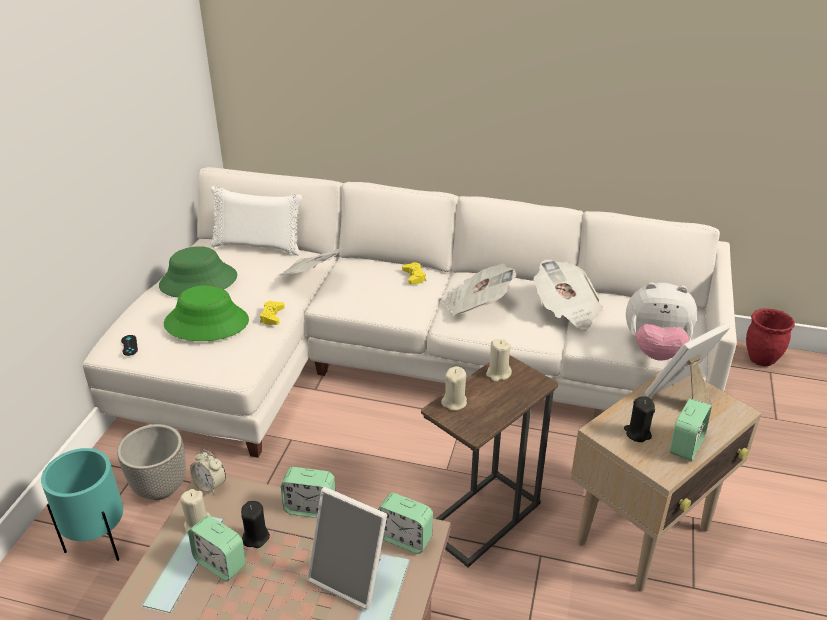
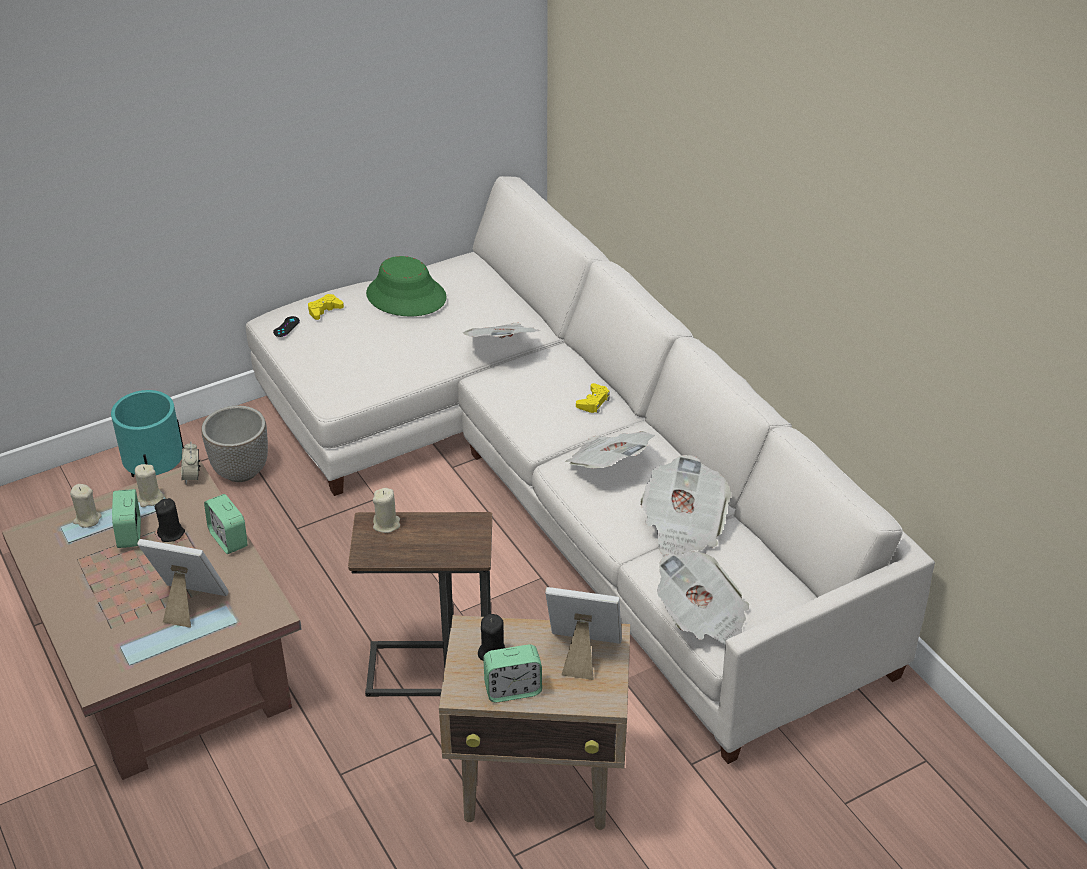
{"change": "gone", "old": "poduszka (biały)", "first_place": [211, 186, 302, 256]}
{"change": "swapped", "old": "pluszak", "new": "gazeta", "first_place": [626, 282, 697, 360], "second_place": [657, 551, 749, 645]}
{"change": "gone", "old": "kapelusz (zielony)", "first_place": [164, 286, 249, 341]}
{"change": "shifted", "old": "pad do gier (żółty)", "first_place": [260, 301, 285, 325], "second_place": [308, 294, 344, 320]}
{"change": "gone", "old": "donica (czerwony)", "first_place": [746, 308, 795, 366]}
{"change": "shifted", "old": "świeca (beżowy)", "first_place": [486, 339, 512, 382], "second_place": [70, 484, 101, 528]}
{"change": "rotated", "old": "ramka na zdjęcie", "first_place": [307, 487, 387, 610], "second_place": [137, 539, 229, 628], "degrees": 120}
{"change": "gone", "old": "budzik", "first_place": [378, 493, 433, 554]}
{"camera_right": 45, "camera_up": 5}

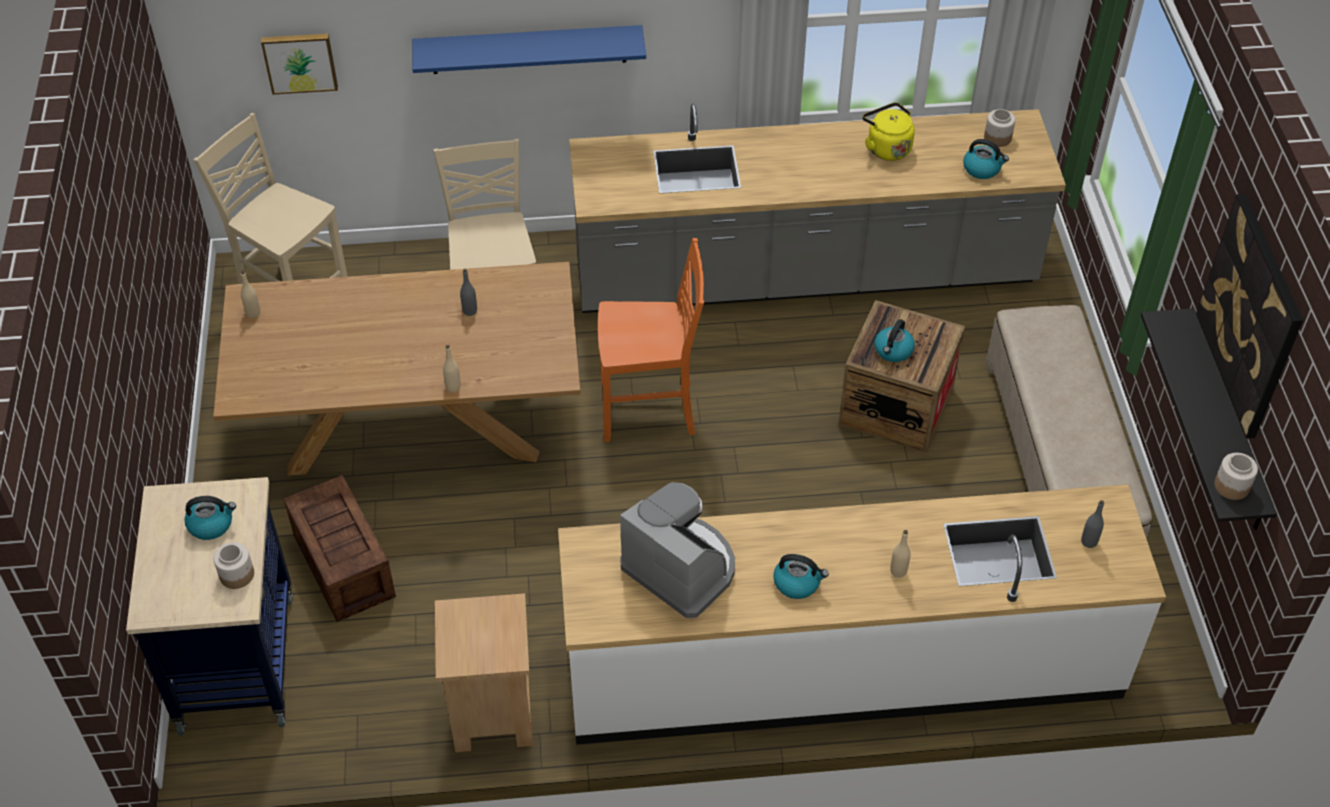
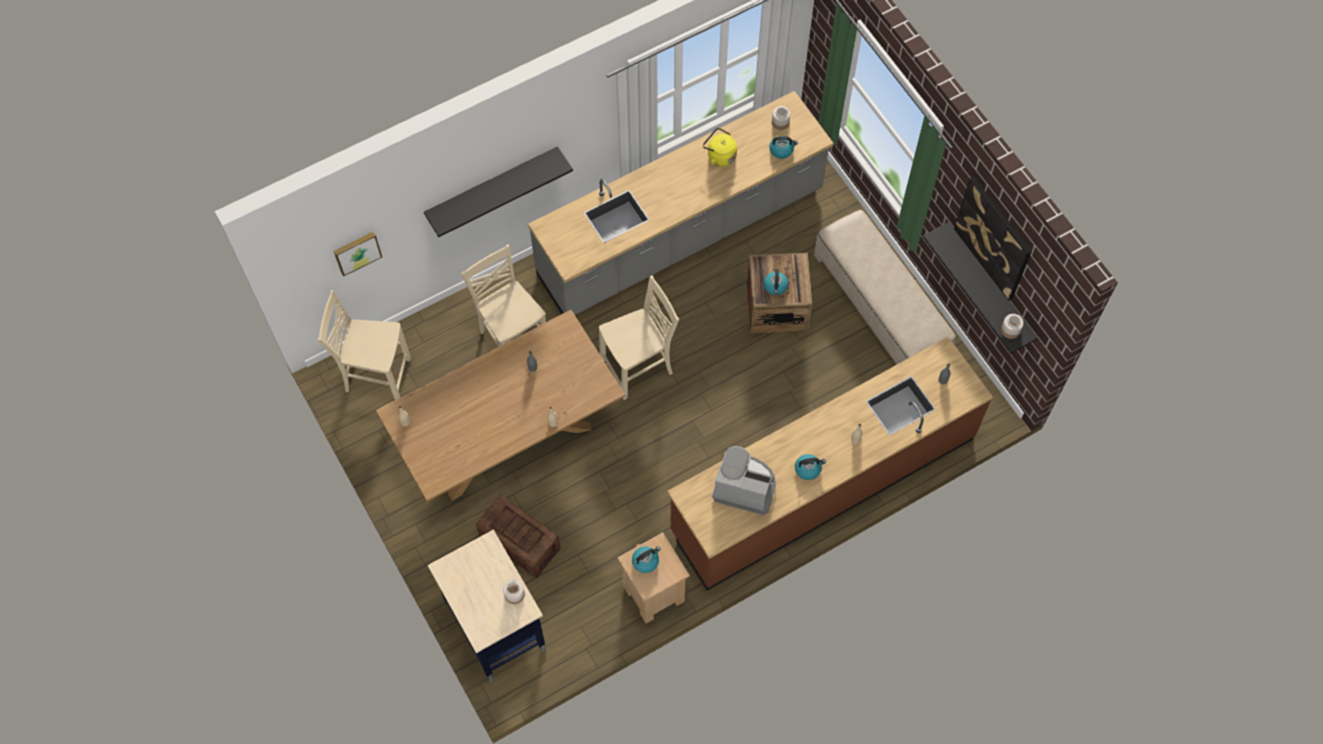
{"change": "repainted", "old": "półka (niebieski)", "new": "półka (czarny)", "first_place": [412, 25, 646, 74], "second_place": [424, 146, 573, 237]}
{"change": "repainted", "old": "krzesło (pomarańczowy)", "new": "krzesło (beżowy)", "first_place": [598, 238, 704, 442], "second_place": [599, 276, 679, 400]}
{"change": "repainted", "old": "zabudowa kuchenna (biały)", "new": "zabudowa kuchenna (brązowy)", "first_place": [558, 484, 1166, 745], "second_place": [667, 337, 993, 591]}
{"change": "shifted", "old": "czajnik", "first_place": [184, 496, 236, 540], "second_place": [632, 546, 661, 573]}
{"camera_right": -25, "camera_up": 15}

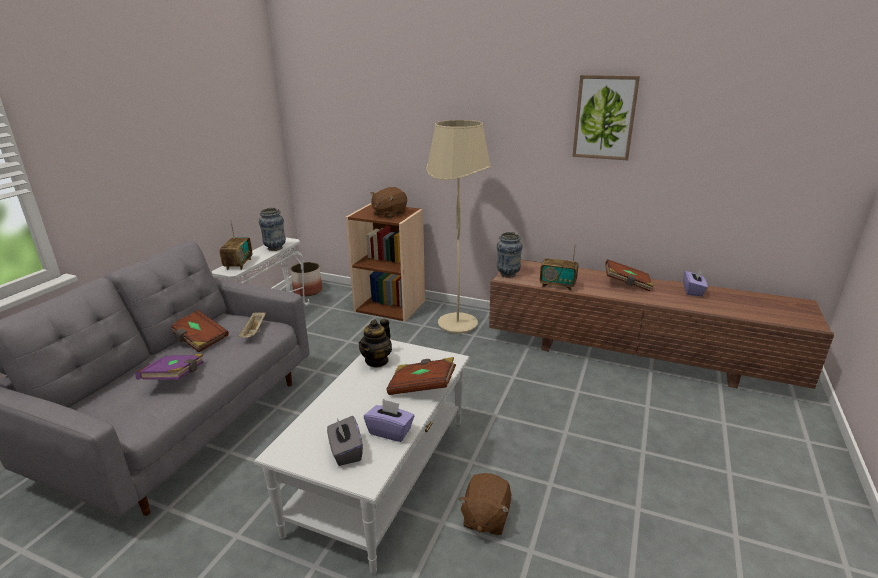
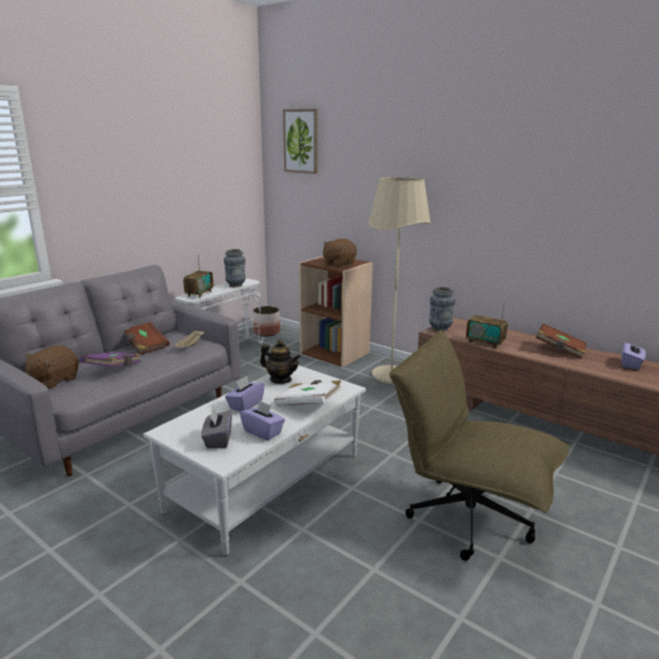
{"change": "shifted", "old": "obraz", "first_place": [572, 75, 640, 160], "second_place": [283, 109, 318, 174]}
{"change": "rotated", "old": "imbryk", "first_place": [359, 319, 392, 367], "second_place": [260, 340, 301, 384], "degrees": -105}
{"change": "repainted", "old": "książka (brązowy)", "new": "książka (biały)", "first_place": [386, 357, 456, 395], "second_place": [274, 380, 342, 406]}
{"change": "shifted", "old": "pluszak (brązowy)", "first_place": [458, 473, 511, 535], "second_place": [25, 345, 79, 389]}
{"change": "new", "new": "krzesło biurowe (beżowy)", "second_place": [389, 330, 569, 561]}
{"change": "new", "new": "pudełko chusteczek (fioletowy)", "second_place": [225, 376, 265, 411]}
{"camera_right": 15, "camera_up": -5}

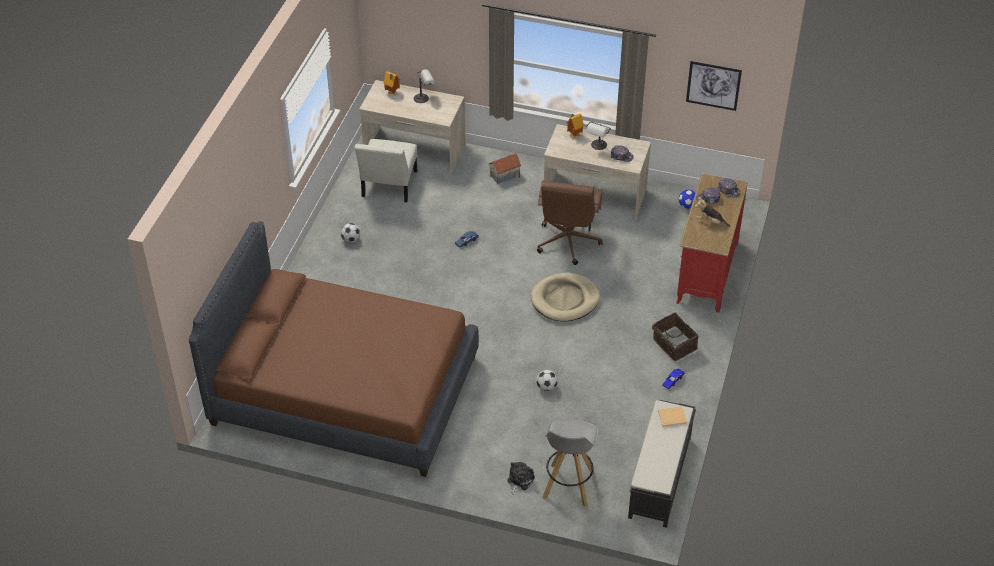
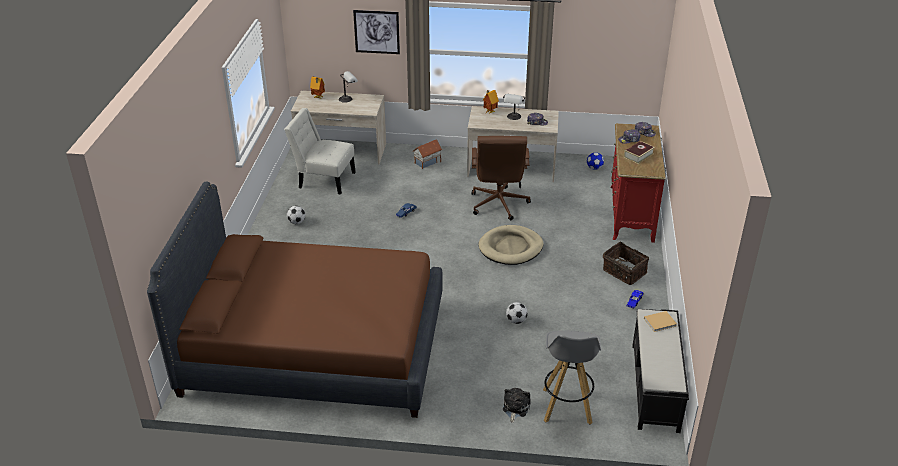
{"change": "shifted", "old": "obraz", "first_place": [686, 61, 742, 111], "second_place": [353, 10, 400, 54]}
{"change": "rotated", "old": "krzesło (biały)", "first_place": [355, 139, 418, 202], "second_place": [284, 108, 356, 195], "degrees": 105}
{"change": "swapped", "old": "pluszak", "new": "książka", "first_place": [695, 197, 730, 227], "second_place": [624, 141, 655, 164]}
{"camera_right": -10, "camera_up": -10}

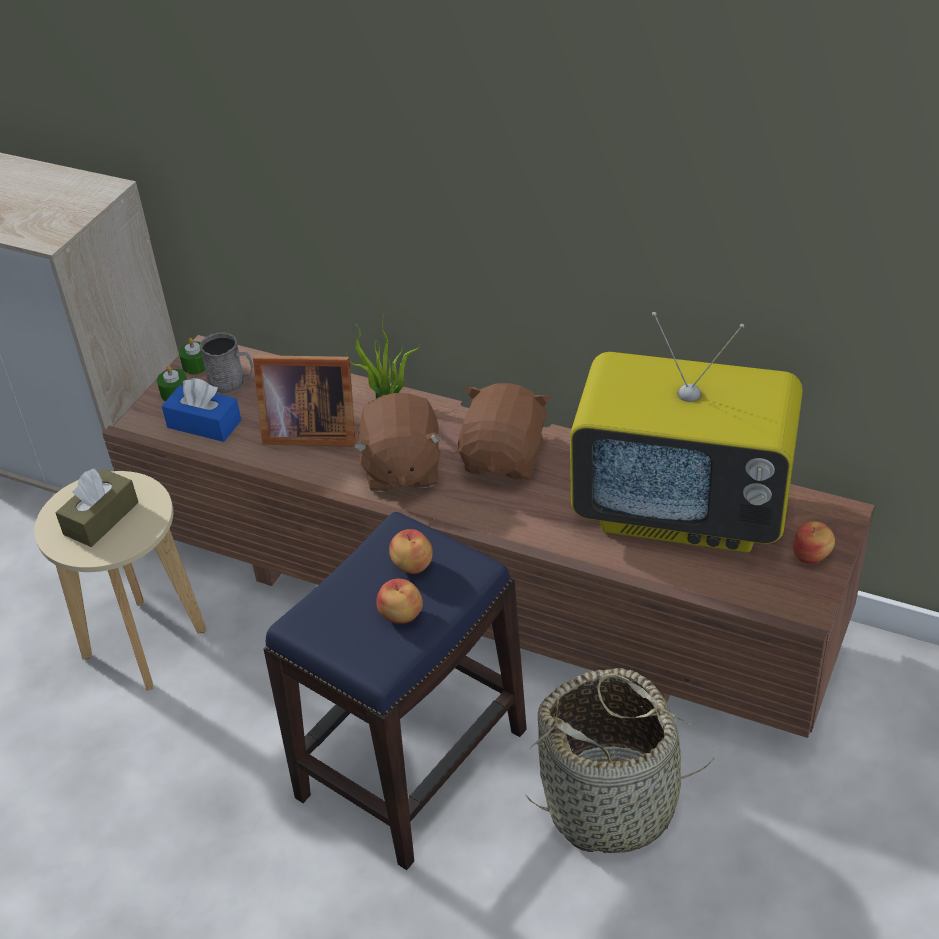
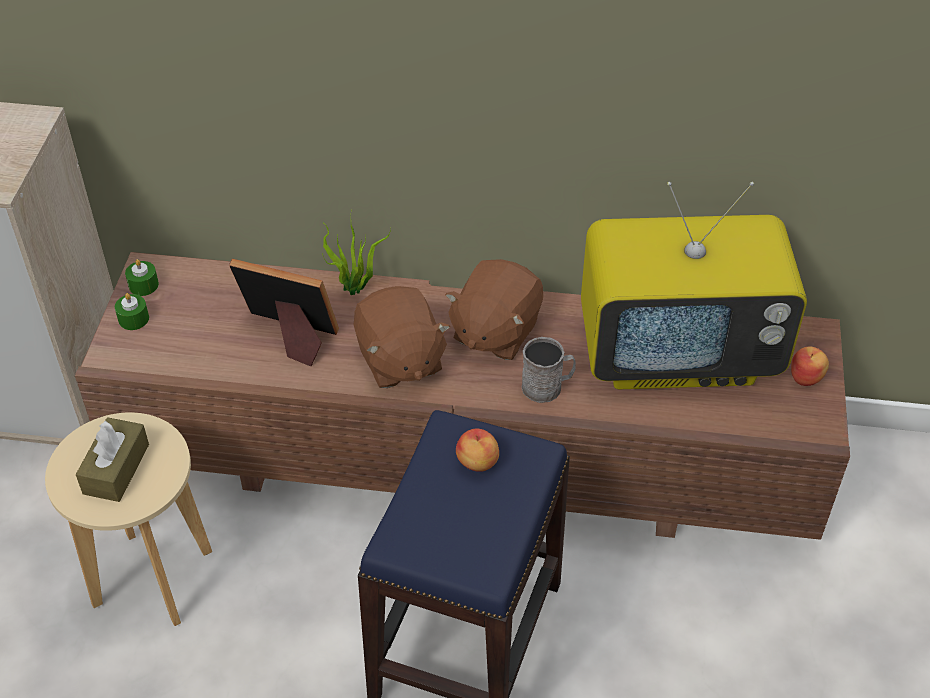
{"change": "shifted", "old": "kubek (szary)", "first_place": [200, 332, 253, 394], "second_place": [522, 337, 576, 403]}
{"change": "rotated", "old": "ramka na zdjęcie", "first_place": [253, 355, 356, 447], "second_place": [229, 259, 339, 366], "degrees": -150}
{"change": "gone", "old": "pudełko chusteczek (niebieski)", "first_place": [162, 378, 241, 442]}
{"change": "rotated", "old": "pluszak (brązowy)", "first_place": [458, 383, 551, 479], "second_place": [445, 259, 543, 360], "degrees": -150}
{"change": "gone", "old": "jabłko", "first_place": [376, 579, 423, 624]}
{"change": "gone", "old": "koszyk", "first_place": [525, 668, 714, 853]}
{"camera_right": -20, "camera_up": 5}

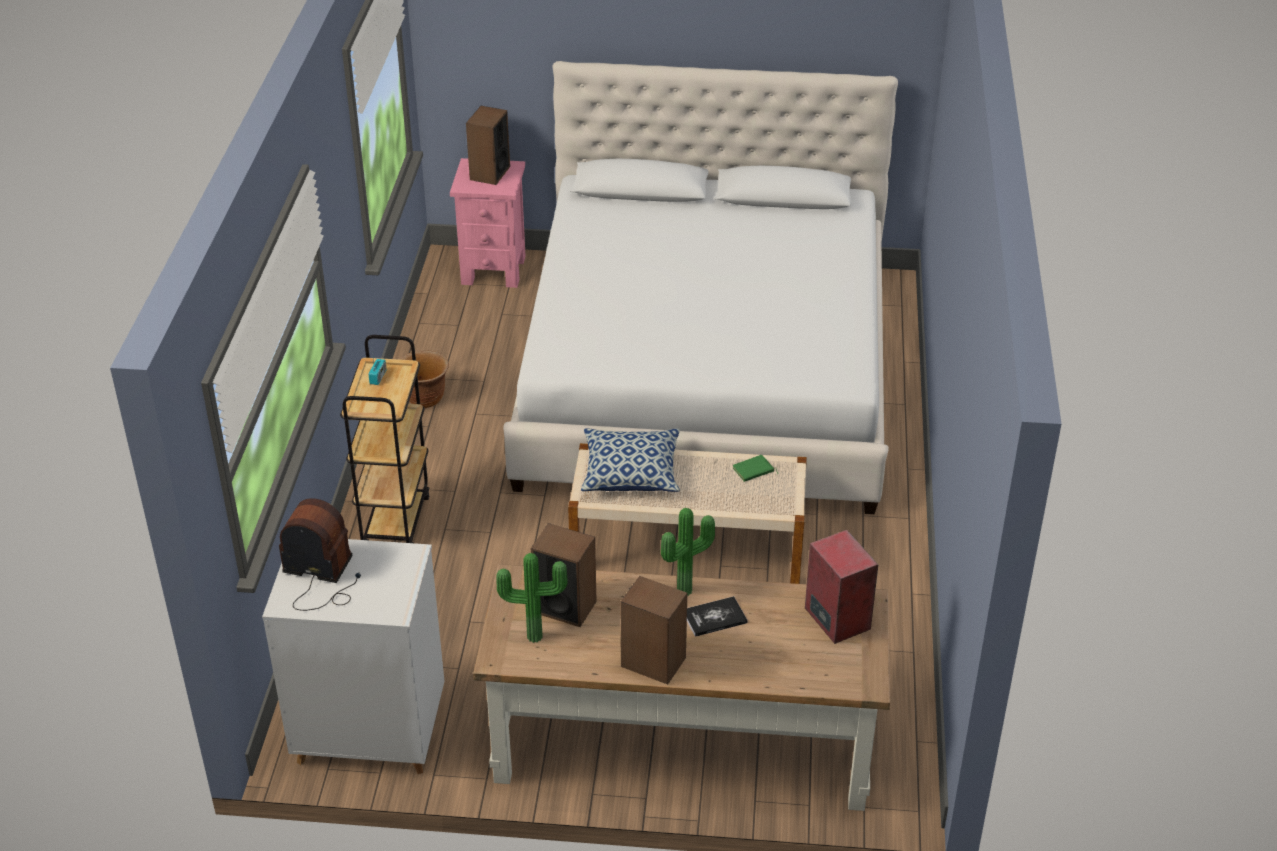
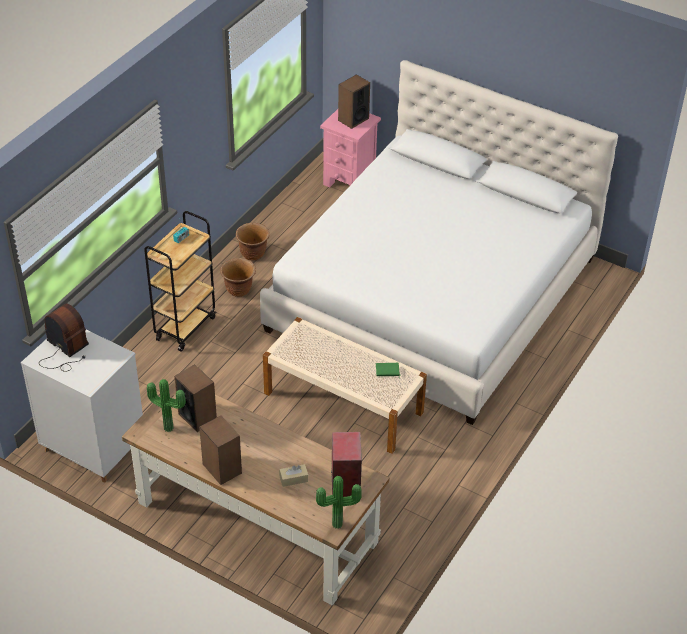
{"change": "gone", "old": "poduszka", "first_place": [581, 428, 680, 492]}
{"change": "shifted", "old": "roślina doniczkowa", "first_place": [661, 508, 715, 596], "second_place": [316, 476, 361, 529]}
{"change": "gone", "old": "książka", "first_place": [687, 596, 748, 637]}
{"change": "new", "new": "donica (brązowy)", "second_place": [220, 258, 256, 297]}
{"change": "new", "new": "pudełko chusteczek (beżowy)", "second_place": [279, 464, 308, 487]}
{"camera_right": 25, "camera_up": 5}

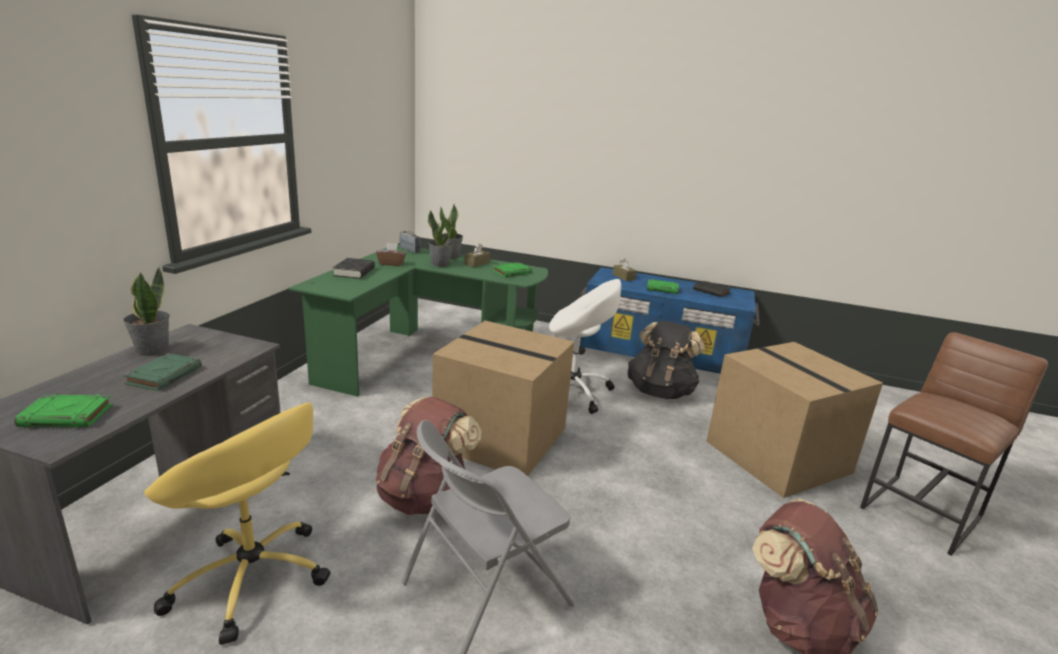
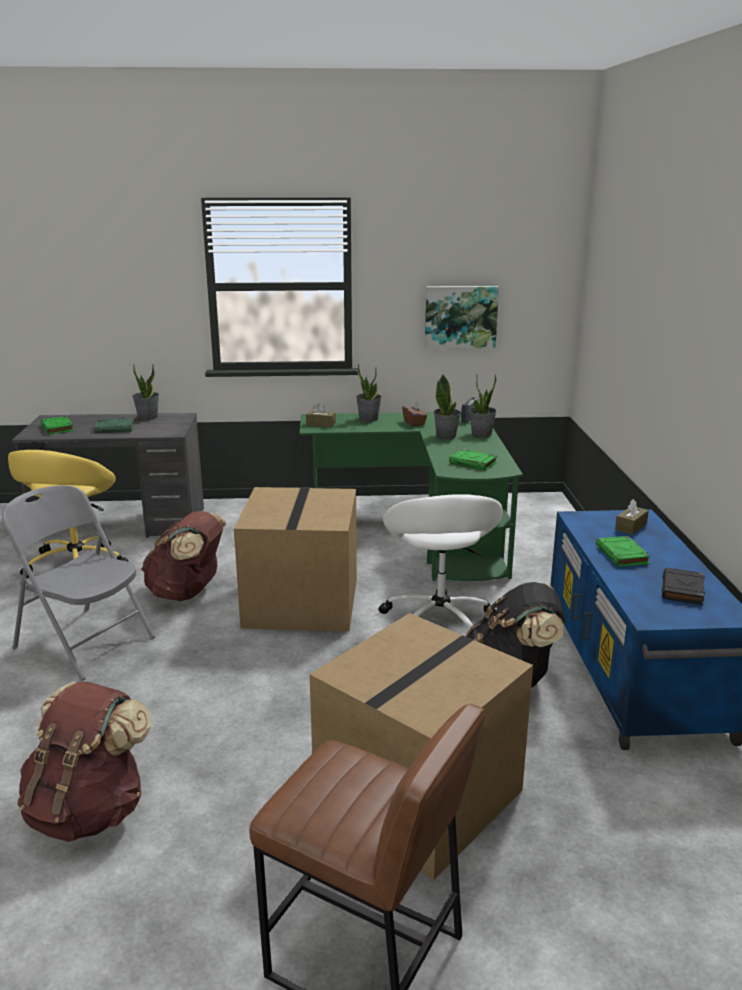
{"change": "shifted", "old": "pudełko chusteczek (brązowy)", "first_place": [464, 243, 490, 267], "second_place": [306, 402, 336, 427]}
{"change": "swapped", "old": "książka (czarny)", "new": "roślina doniczkowa", "first_place": [333, 258, 375, 279], "second_place": [356, 364, 382, 422]}
{"change": "new", "new": "obraz", "second_place": [425, 286, 499, 349]}
{"camera_right": 70, "camera_up": 0}

